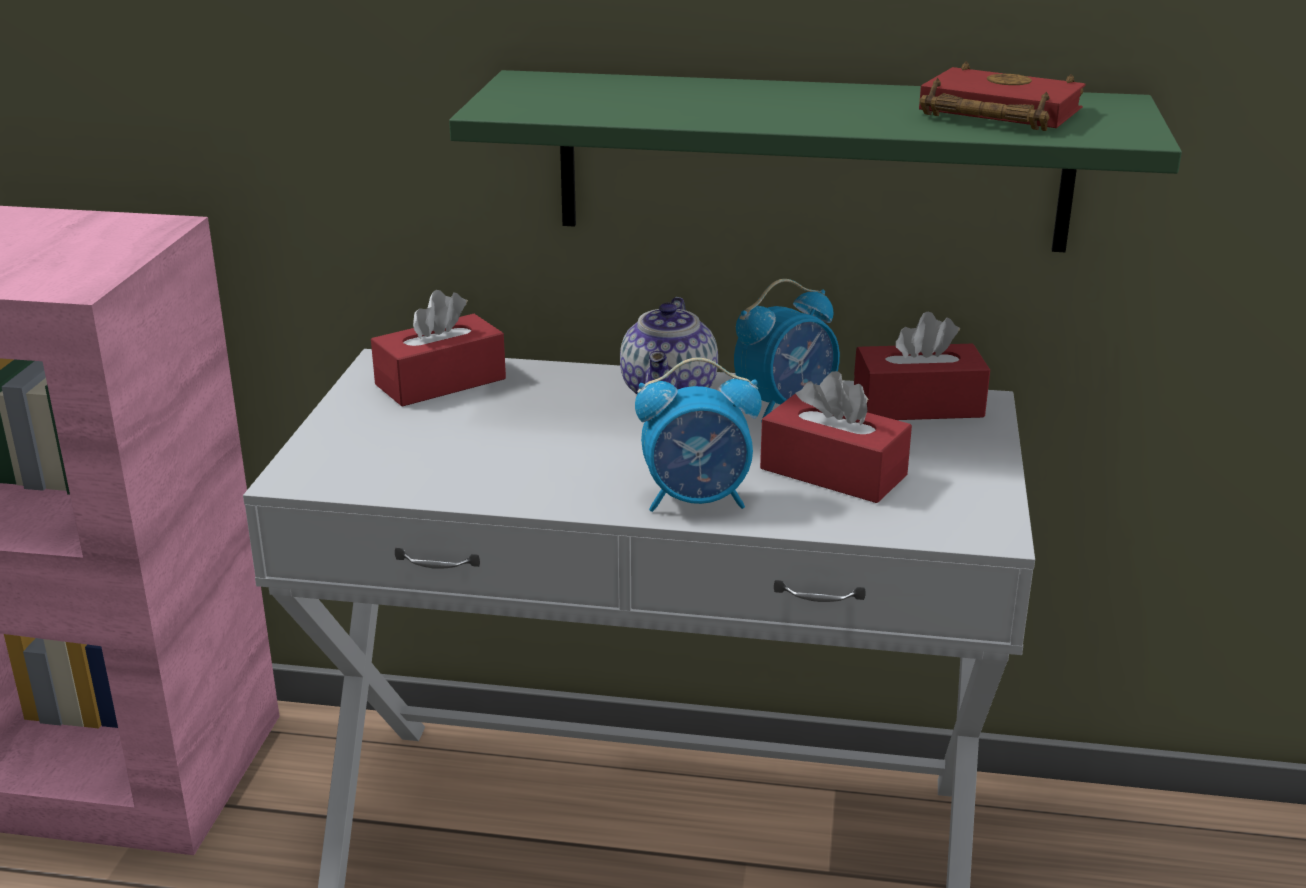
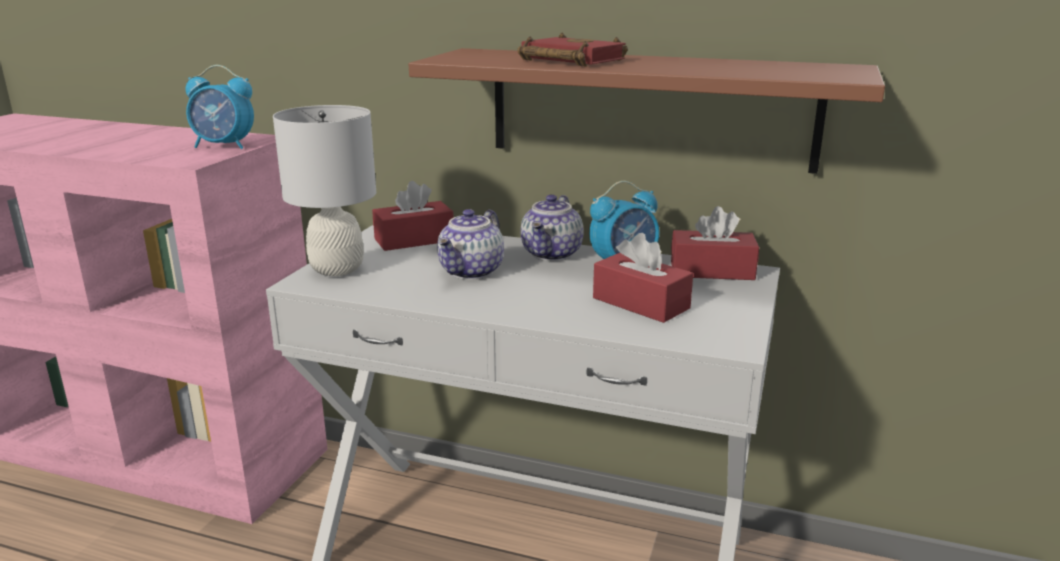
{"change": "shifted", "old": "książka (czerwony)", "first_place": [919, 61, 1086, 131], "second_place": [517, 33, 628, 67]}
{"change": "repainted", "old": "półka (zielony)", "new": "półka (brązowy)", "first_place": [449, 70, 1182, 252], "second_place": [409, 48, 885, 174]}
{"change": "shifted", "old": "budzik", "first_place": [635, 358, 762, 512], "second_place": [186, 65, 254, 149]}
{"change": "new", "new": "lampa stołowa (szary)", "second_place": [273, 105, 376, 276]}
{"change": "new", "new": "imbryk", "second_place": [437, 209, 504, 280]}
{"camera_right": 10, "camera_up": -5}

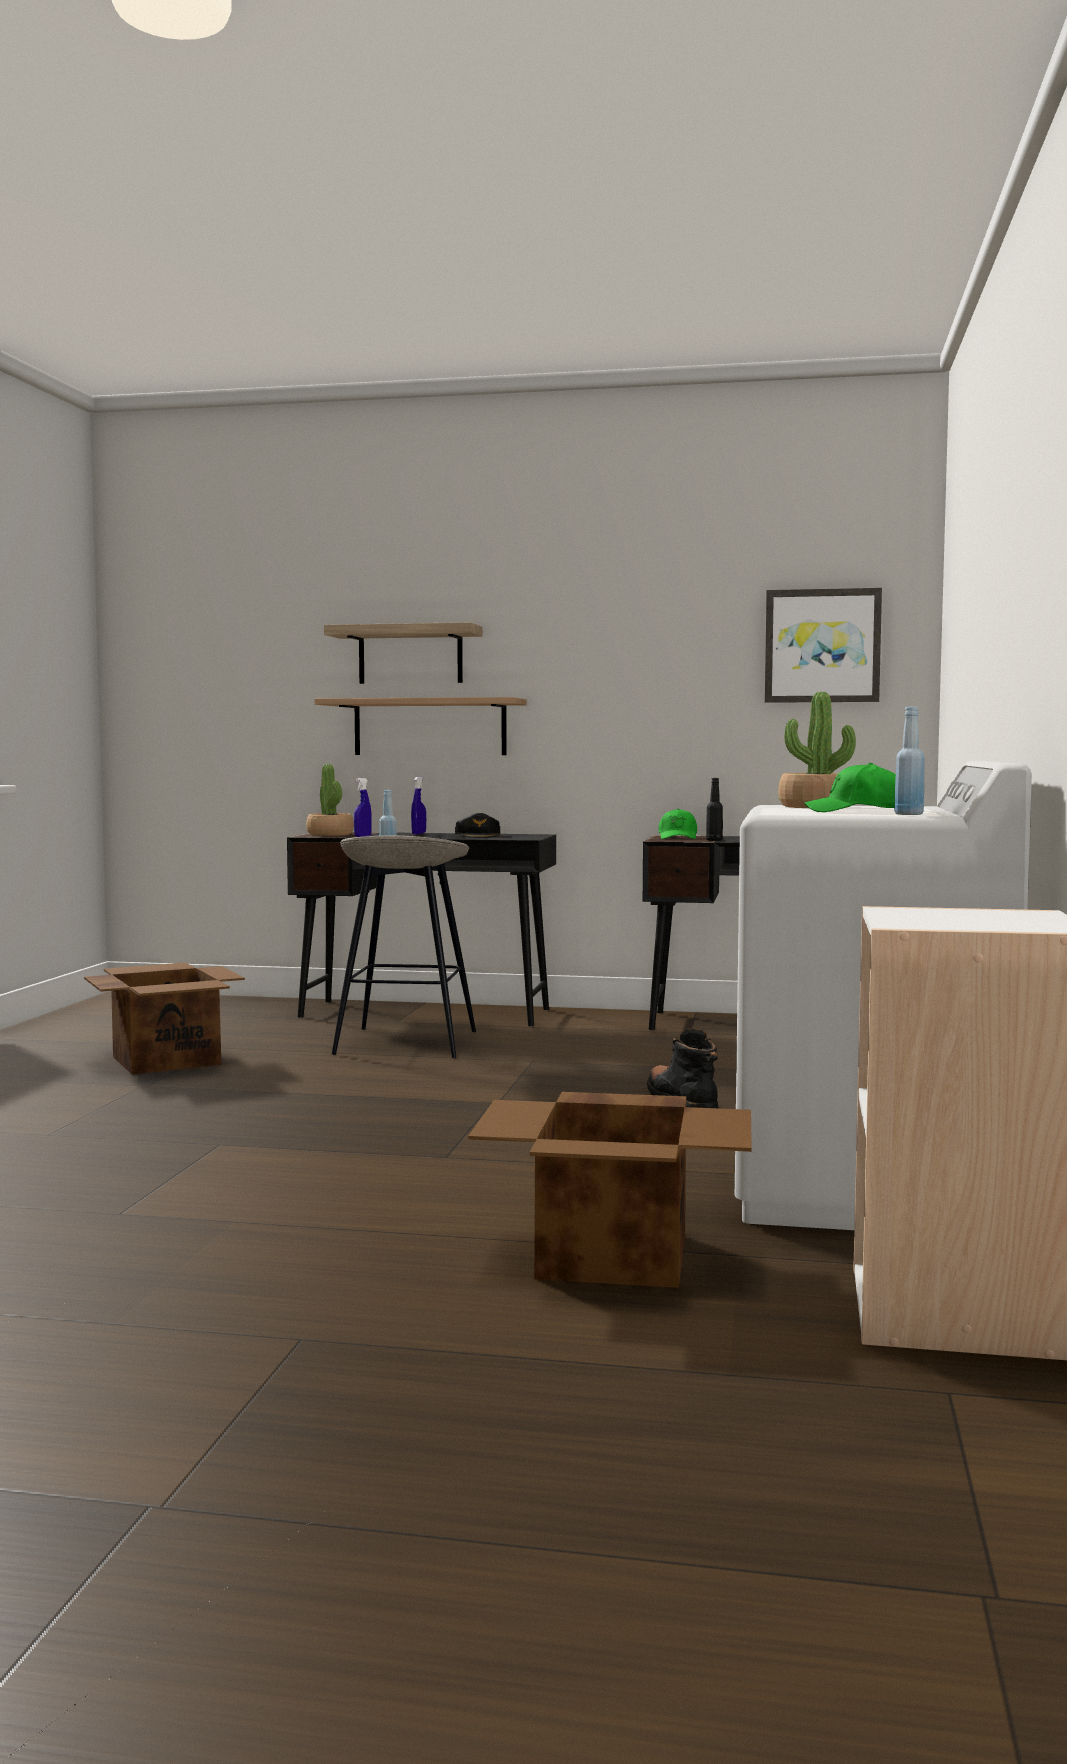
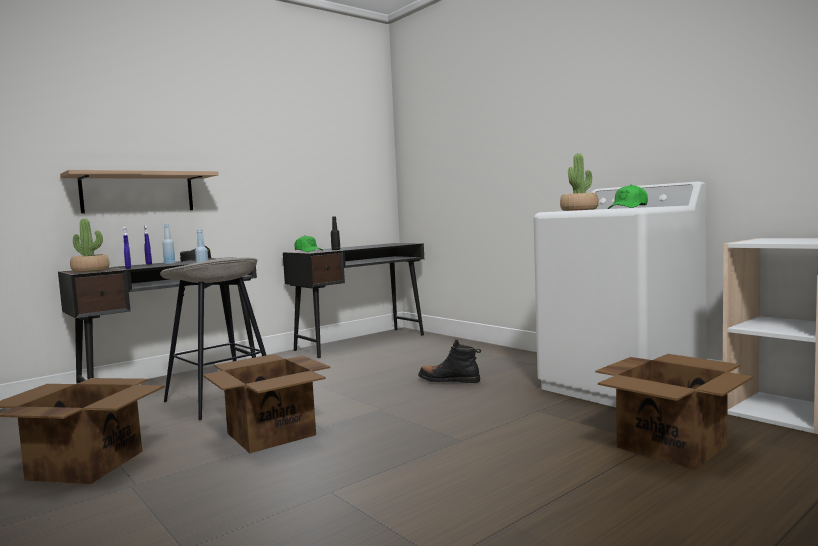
{"change": "gone", "old": "obraz", "first_place": [765, 588, 882, 703]}
{"change": "gone", "old": "półka", "first_place": [324, 622, 483, 684]}
{"change": "shifted", "old": "butelka (niebieski)", "first_place": [894, 707, 925, 815], "second_place": [162, 224, 175, 264]}
{"change": "new", "new": "karton", "second_place": [203, 354, 330, 453]}
{"camera_right": -50, "camera_up": 0}

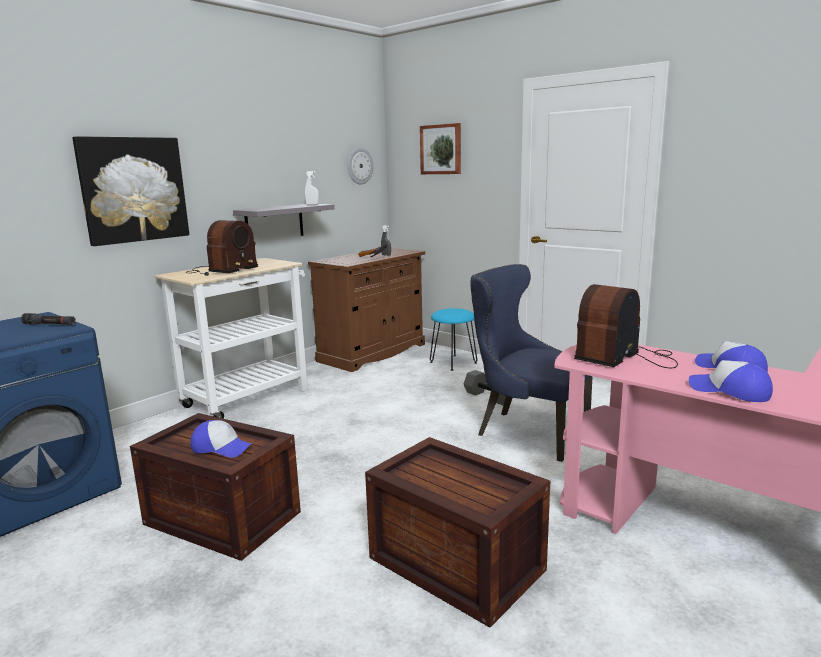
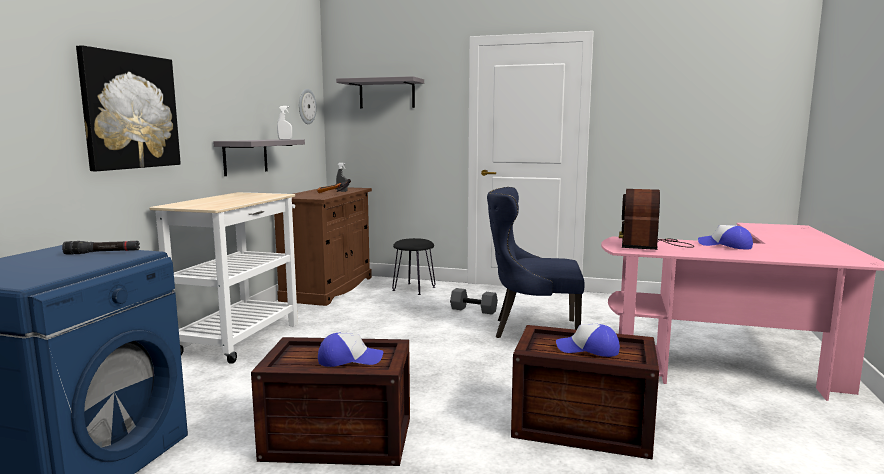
{"change": "swapped", "old": "obraz", "new": "półka (szary)", "first_place": [420, 123, 461, 174], "second_place": [336, 76, 424, 108]}
{"change": "gone", "old": "radio", "first_place": [185, 220, 258, 276]}
{"change": "repainted", "old": "stołek (turkusowy)", "new": "stołek (czarny)", "first_place": [430, 308, 477, 371], "second_place": [392, 238, 436, 295]}
{"change": "shifted", "old": "czapka z daszkiem", "first_place": [689, 360, 773, 402], "second_place": [556, 324, 620, 357]}
{"camera_right": -25, "camera_up": -5}

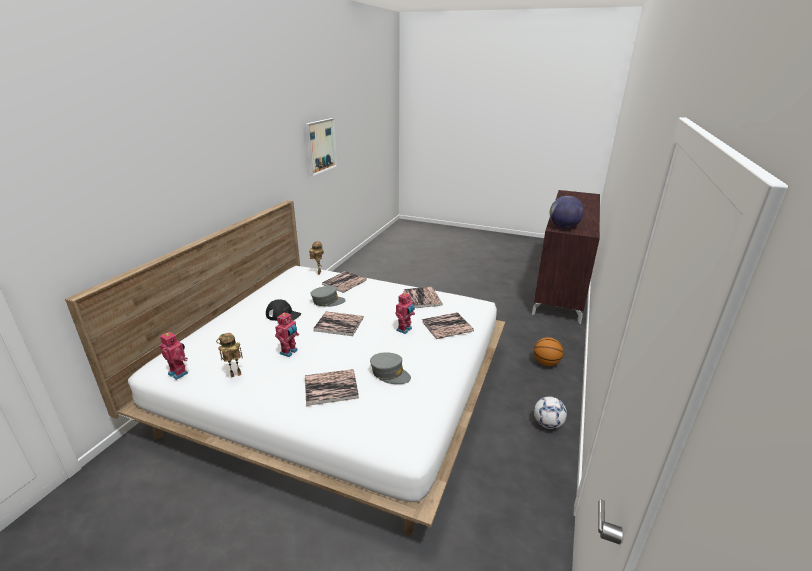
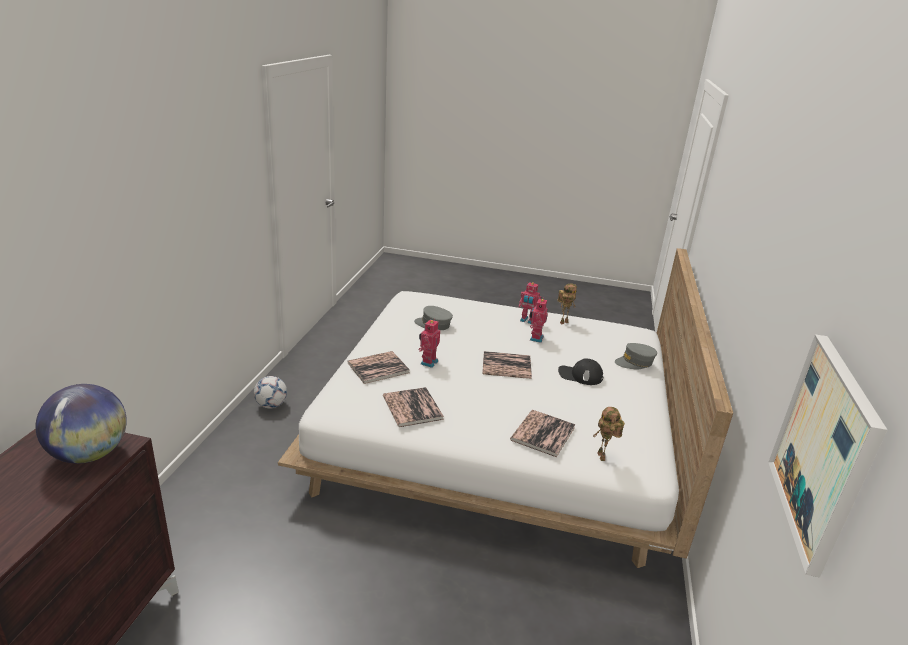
{"change": "shifted", "old": "czapka z daszkiem (szary)", "first_place": [311, 286, 346, 307], "second_place": [615, 343, 657, 369]}
{"change": "shifted", "old": "robot zabawkowy", "first_place": [160, 332, 188, 380], "second_place": [519, 282, 541, 324]}
{"change": "gone", "old": "piłka do koszykówki", "first_place": [534, 337, 563, 366]}
{"change": "gone", "old": "książka", "first_place": [305, 369, 359, 406]}
{"camera_right": 170, "camera_up": 0}

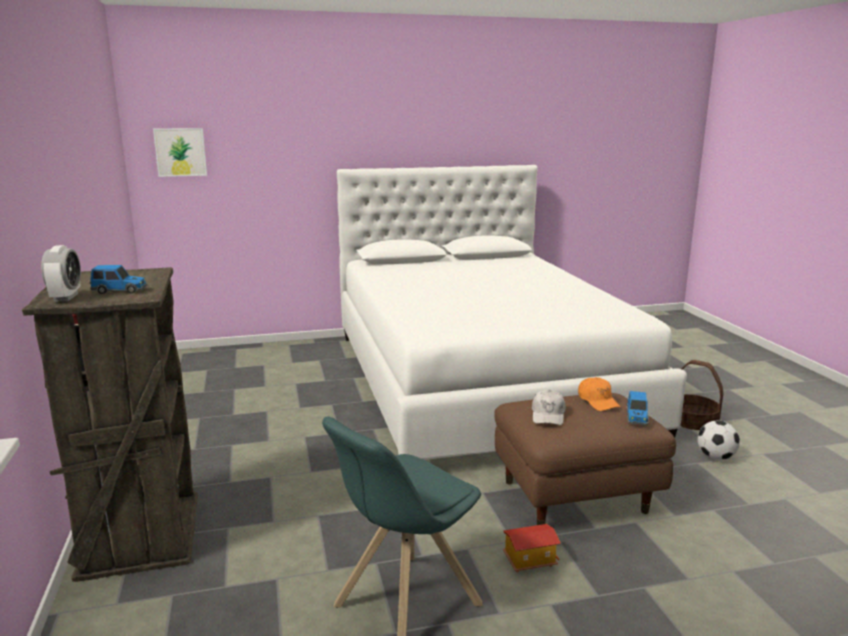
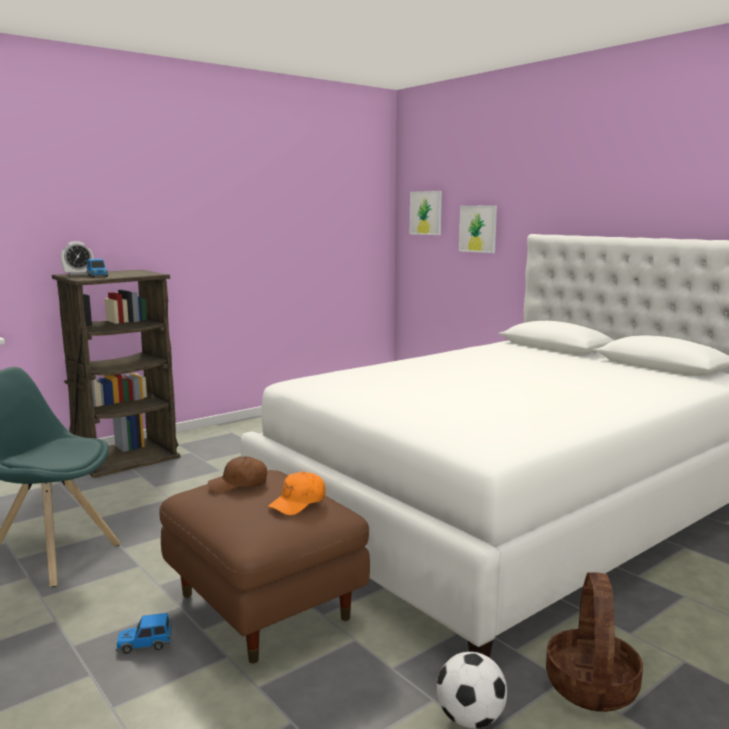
{"change": "repainted", "old": "czapka z daszkiem (biały)", "new": "czapka z daszkiem (brązowy)", "first_place": [532, 390, 566, 425], "second_place": [208, 456, 267, 493]}
{"change": "shifted", "old": "samochodzik", "first_place": [626, 391, 649, 425], "second_place": [116, 613, 172, 654]}
{"change": "gone", "old": "domek", "first_place": [503, 524, 561, 573]}
{"change": "new", "new": "obraz", "second_place": [459, 205, 497, 253]}
{"camera_right": 65, "camera_up": -5}

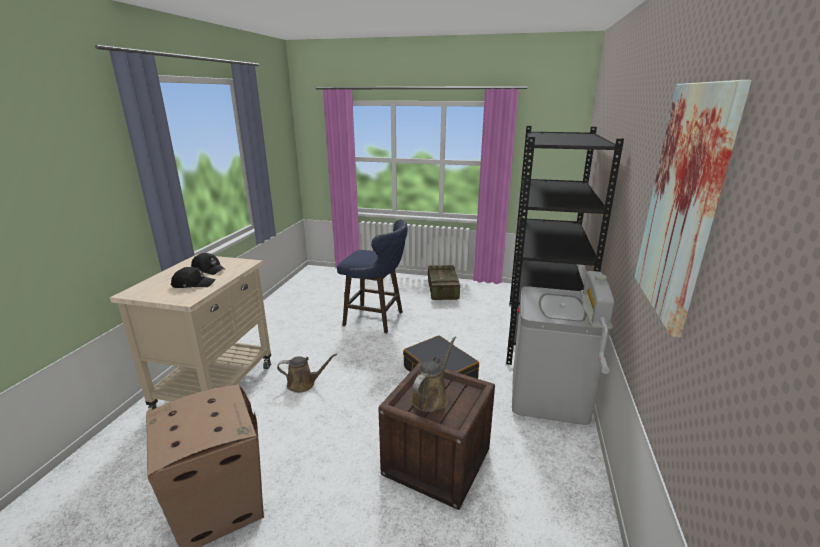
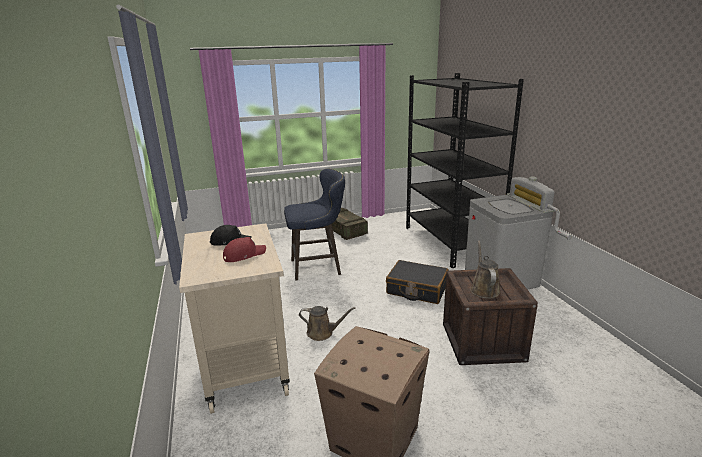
{"change": "gone", "old": "obraz", "first_place": [635, 80, 751, 338]}
{"change": "repainted", "old": "czapka z daszkiem (czarny)", "new": "czapka z daszkiem (czerwony)", "first_place": [171, 267, 216, 288], "second_place": [223, 237, 266, 262]}
{"change": "rotated", "old": "konewka (brązowy)", "first_place": [277, 353, 337, 393], "second_place": [299, 306, 355, 341], "degrees": 45}
{"camera_right": -30, "camera_up": 0}

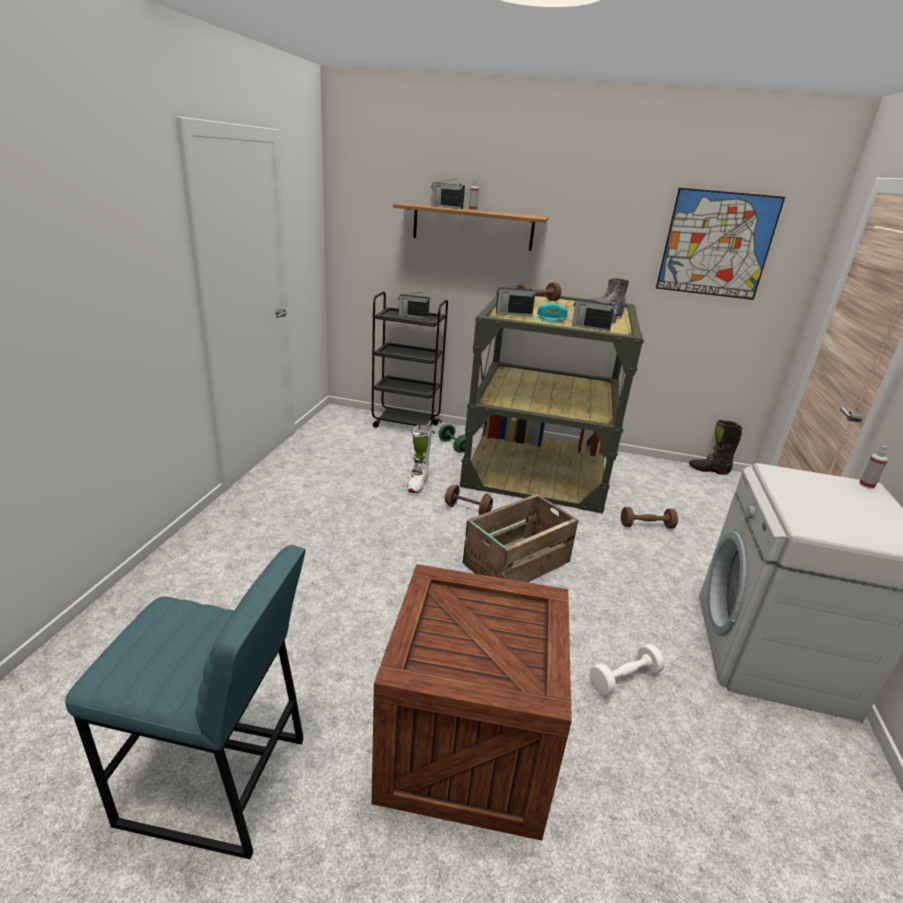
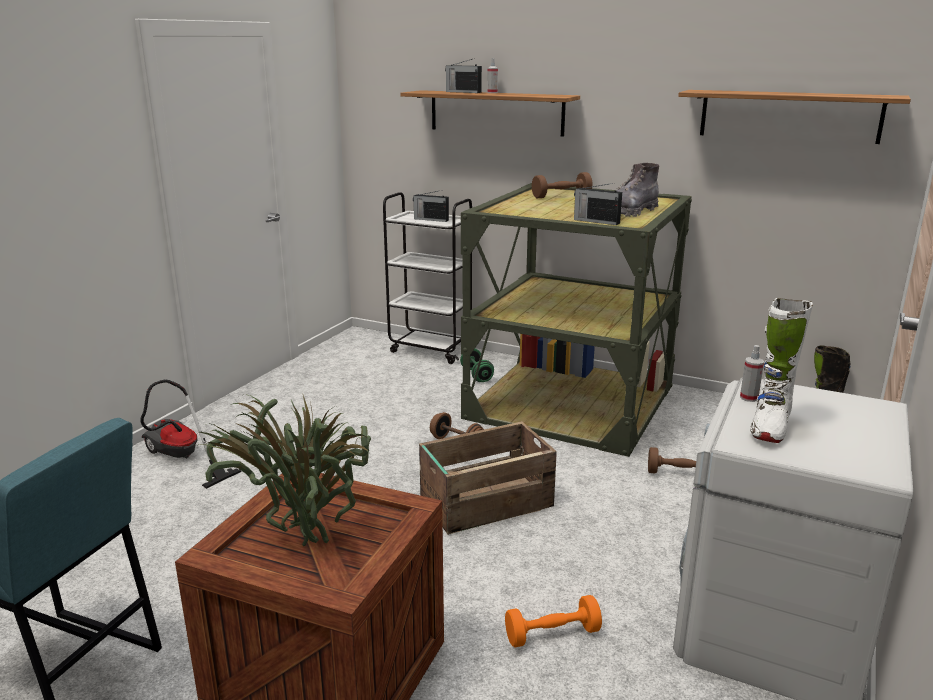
{"change": "swapped", "old": "obraz", "new": "półka", "first_place": [656, 188, 785, 300], "second_place": [678, 90, 911, 144]}
{"change": "gone", "old": "radio", "first_place": [496, 283, 536, 316]}
{"change": "repainted", "old": "wózek (czarny)", "new": "wózek (biały)", "first_place": [372, 292, 448, 434], "second_place": [383, 192, 472, 364]}
{"change": "gone", "old": "czapka z daszkiem (turkusowy)", "first_place": [537, 303, 568, 323]}
{"change": "shifted", "old": "but z cholewką (biały)", "first_place": [407, 425, 433, 493], "second_place": [750, 298, 813, 443]}
{"change": "shifted", "old": "spryskiwacz", "first_place": [859, 446, 888, 489], "second_place": [740, 345, 764, 402]}
{"change": "repainted", "old": "hantel (biały)", "new": "hantel (pomarańczowy)", "first_place": [590, 644, 664, 696], "second_place": [505, 595, 602, 647]}
{"change": "new", "new": "odkurzacz", "second_place": [140, 379, 242, 489]}
{"change": "new", "new": "roślina doniczkowa", "second_place": [197, 393, 371, 546]}
{"camera_right": 15, "camera_up": -5}

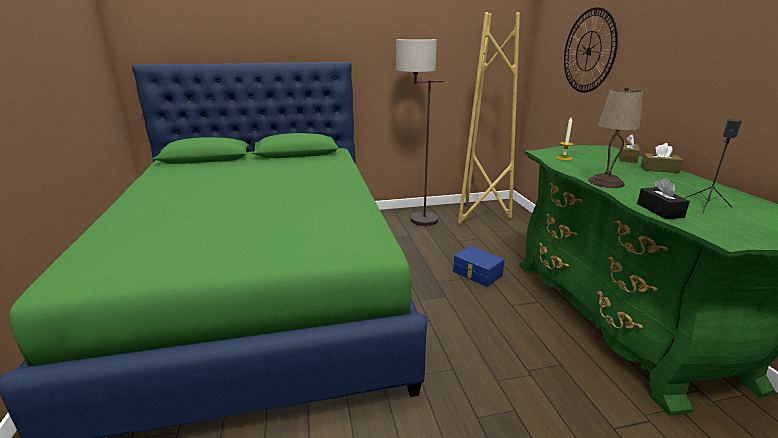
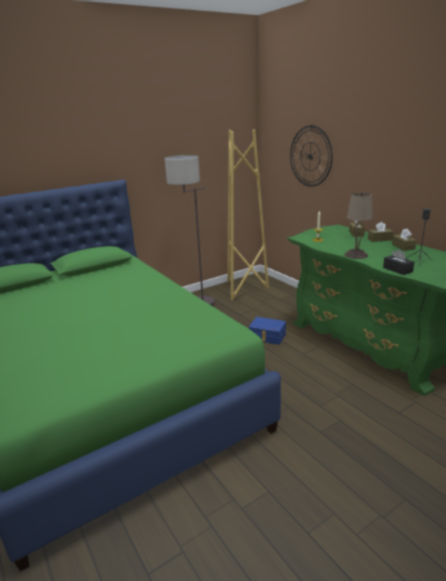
{"change": "new", "new": "pudełko chusteczek (brązowy)", "second_place": [392, 228, 417, 251]}
{"camera_right": -20, "camera_up": 0}

